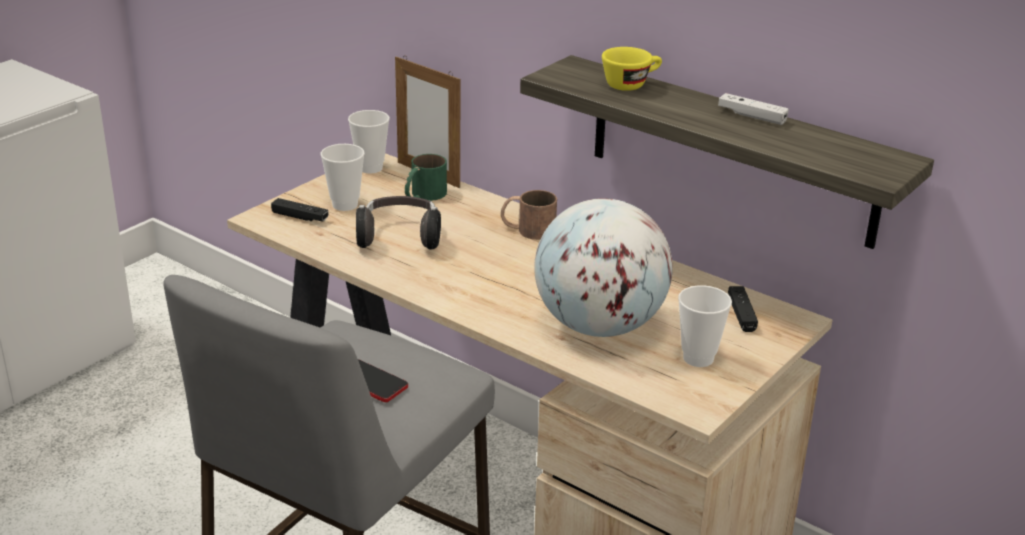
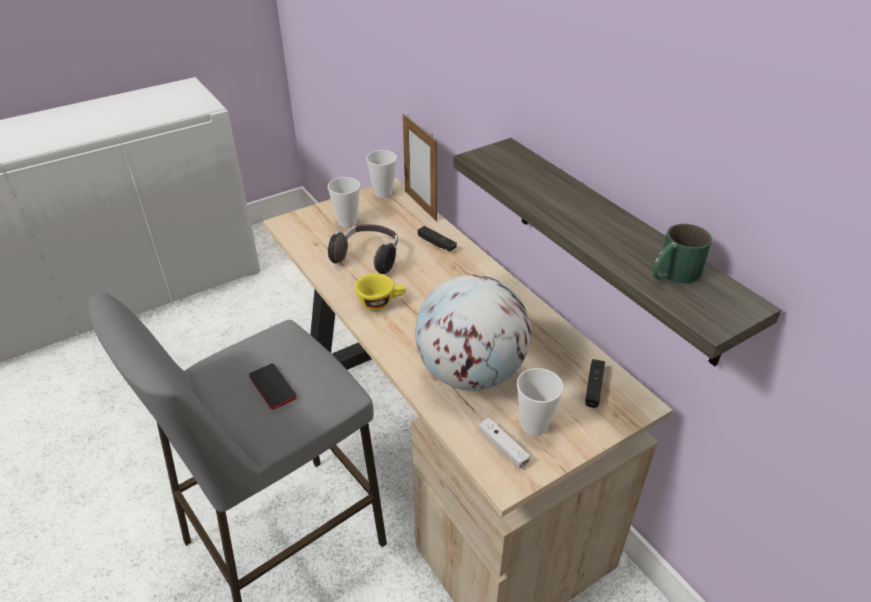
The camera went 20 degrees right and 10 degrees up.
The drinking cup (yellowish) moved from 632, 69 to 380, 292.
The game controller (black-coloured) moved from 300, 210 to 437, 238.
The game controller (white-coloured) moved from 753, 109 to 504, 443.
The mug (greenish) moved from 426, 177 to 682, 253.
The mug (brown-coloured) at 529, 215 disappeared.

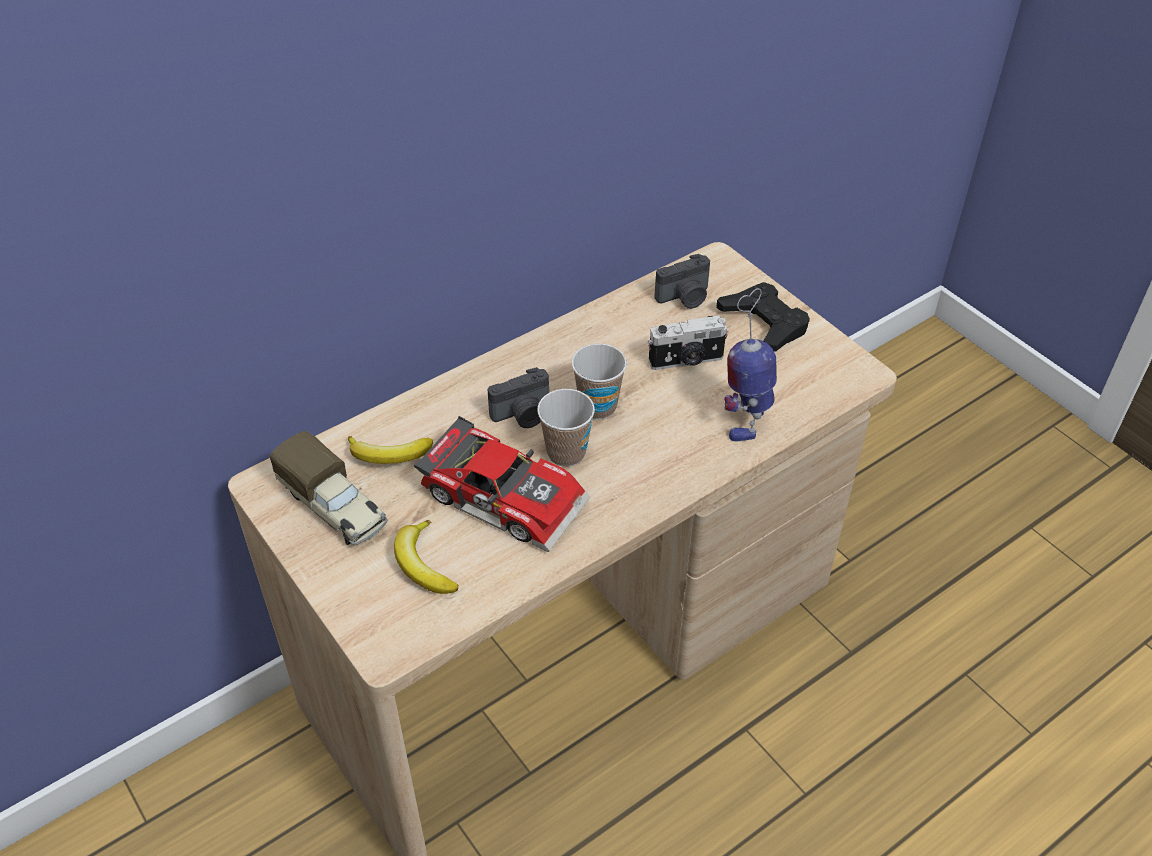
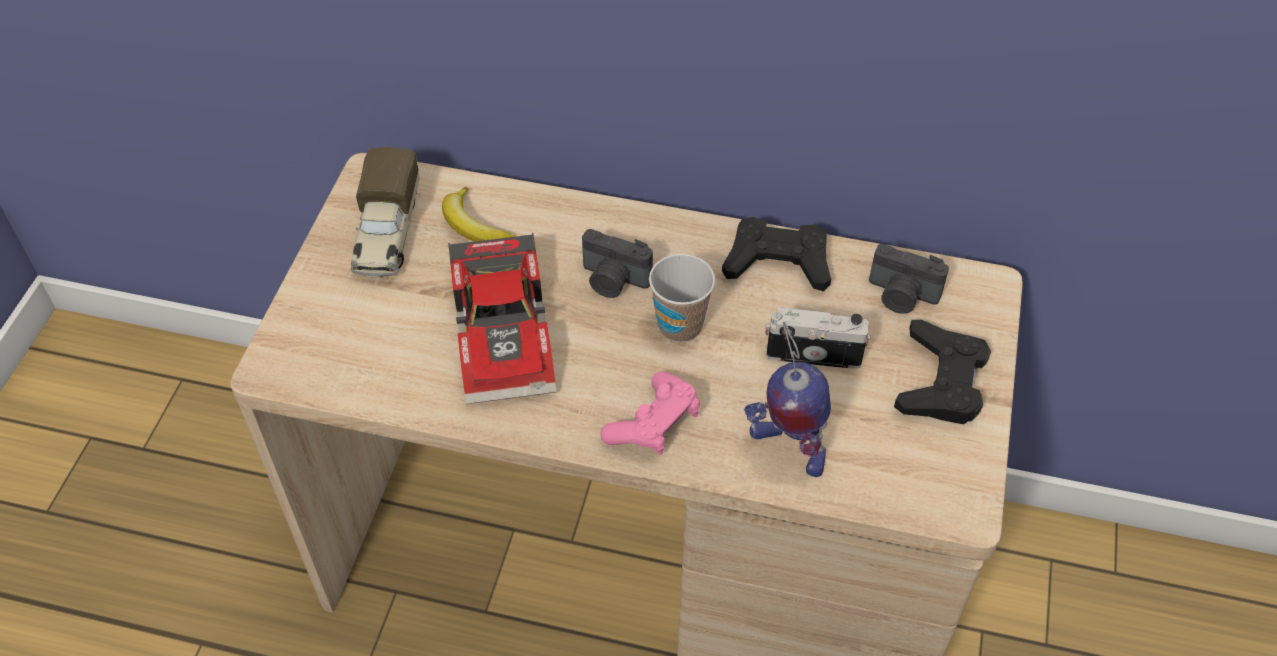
The camera went 50 degrees right and 5 degrees up.
The game controller (pink-coloured) at 650, 413 appeared.
The game controller (black-coloured) at 776, 254 appeared.
The model robot at 750, 365 turned 120 degrees counterclockwise.
The photo camera at 687, 343 turned 150 degrees clockwise.
The banana at 426, 557 disappeared.
The drinking cup at 566, 428 disappeared.

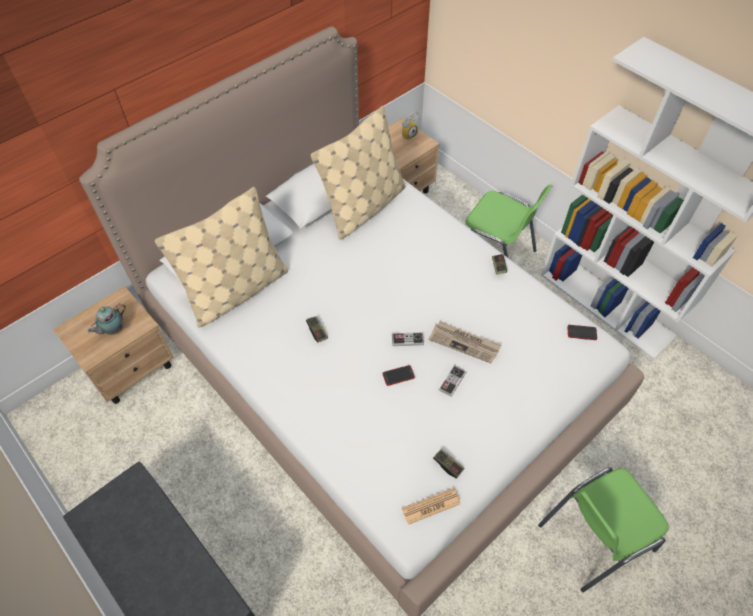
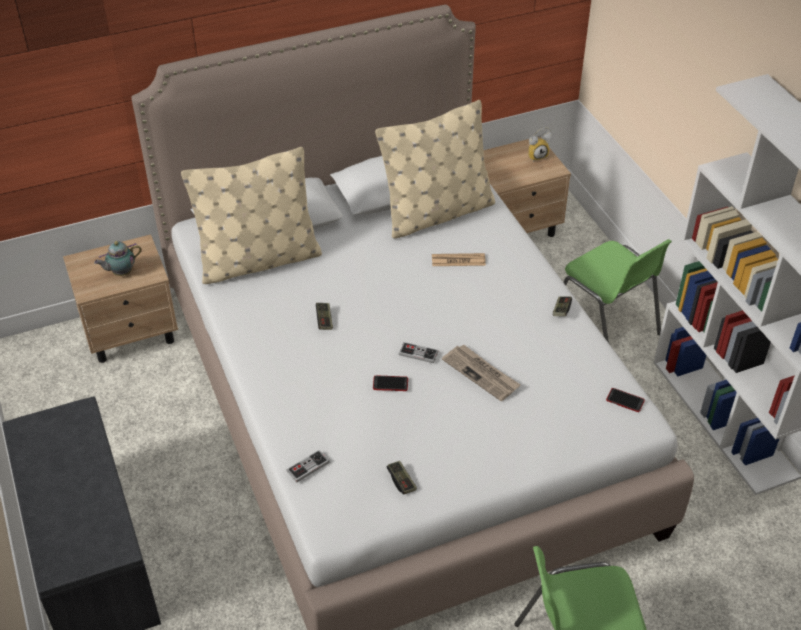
The camera went 20 degrees right and 10 degrees down.
The game controller moved from 452, 381 to 307, 466.
The daily paper moved from 431, 506 to 459, 259.

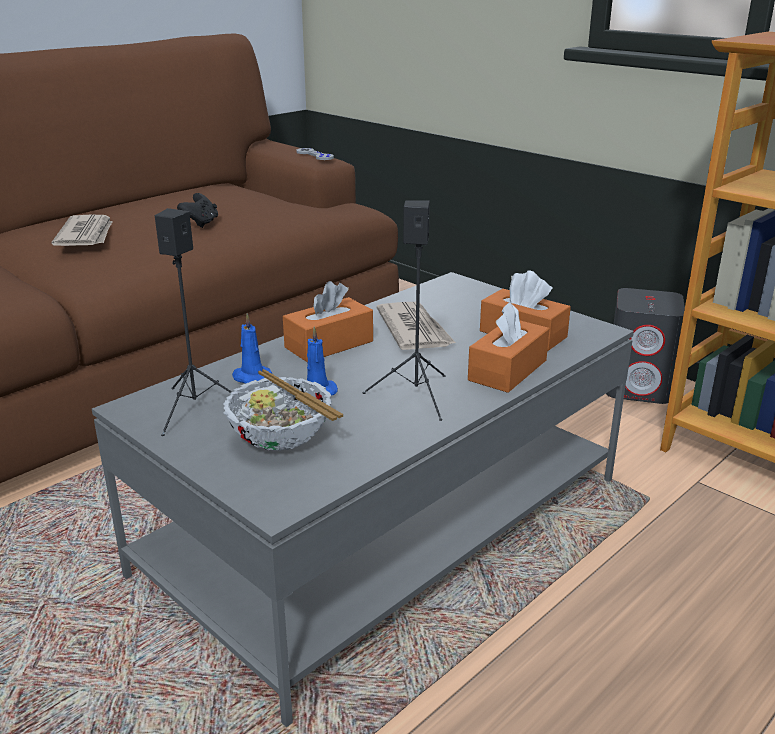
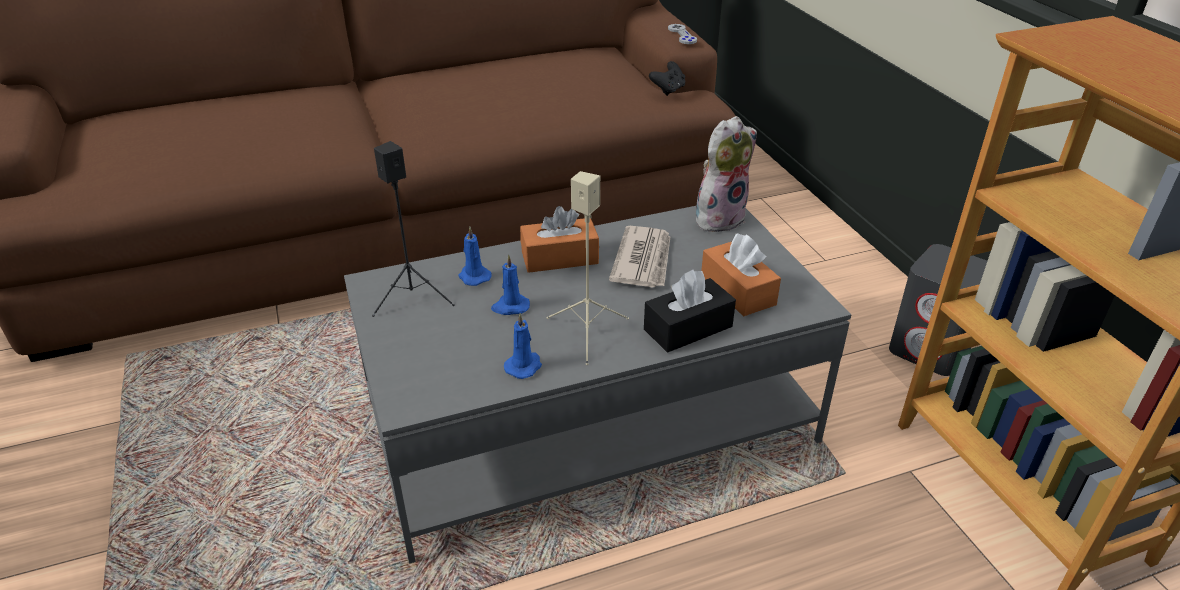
The camera went 25 degrees right and 10 degrees up.
The wax candle (blue) at 523, 346 appeared.
The speaker (black-coloured) at 404, 310 became the speaker (beige-coloured) at 588, 268.
The box of tissues (orange-coloured) at 508, 347 became the box of tissues (black-coloured) at 690, 311.
The game controller (black-coloured) moved from 197, 210 to 667, 78.
The soft toy at 726, 174 appeared.
The daily paper at 82, 230 disappeared.
The deep dish at 283, 410 disappeared.

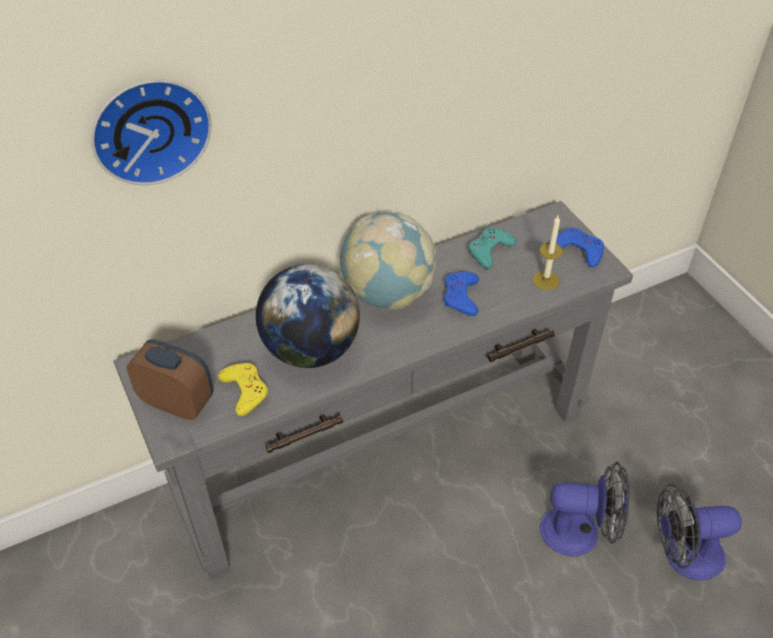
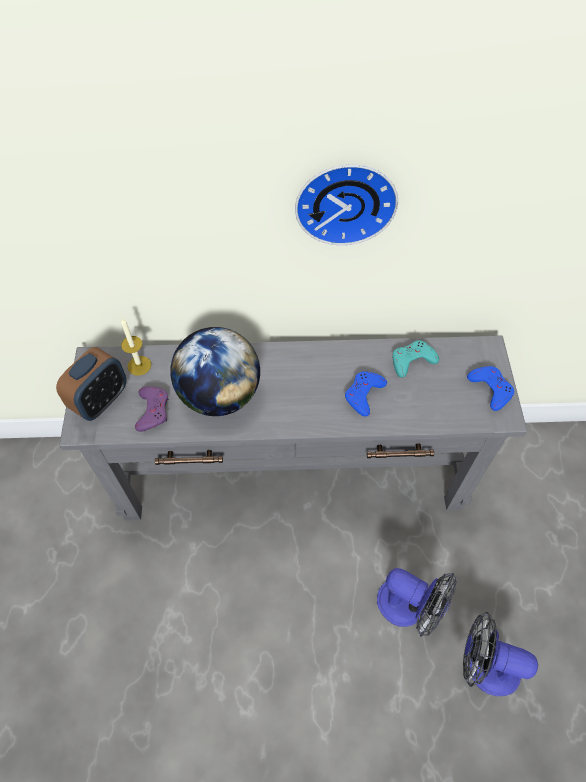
The camera went 25 degrees right and 10 degrees up.
The table clock at 170, 379 turned 75 degrees clockwise.
The wax candle moved from 547, 253 to 136, 347.
The game controller (yellowish) at 243, 389 became the game controller (purple-coloured) at 152, 409.
The wall clock moved from 151, 132 to 346, 205.
The globe at 388, 260 disappeared.

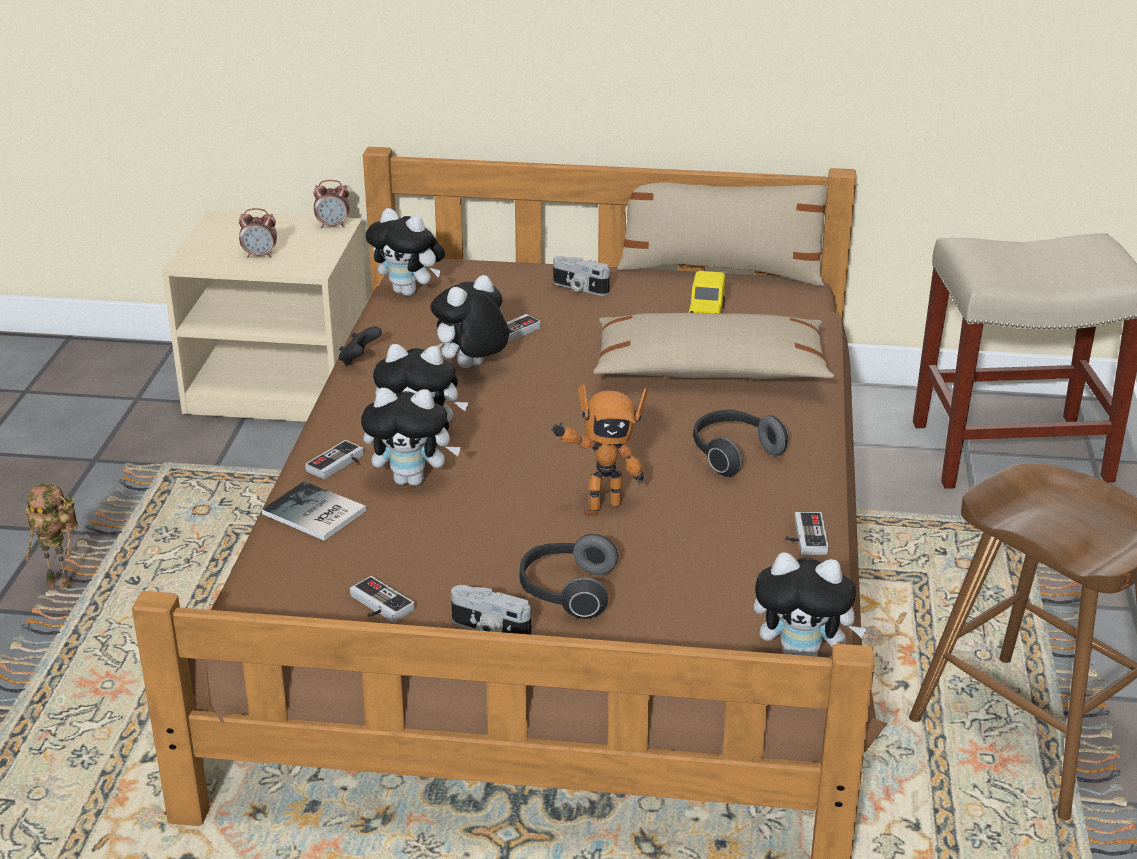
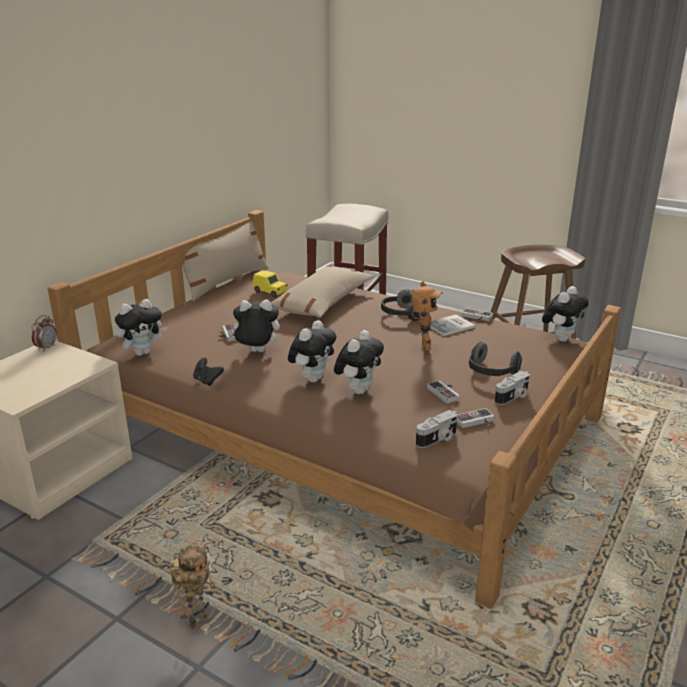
The camera went 65 degrees left and 5 degrees down.
The soft toy at 469, 321 turned 105 degrees clockwise.
The photo camera moved from 581, 276 to 437, 429.
The game controller moved from 334, 459 to 443, 392.
The volume moved from 314, 511 to 452, 325.
The table clock at 258, 233 disappeared.

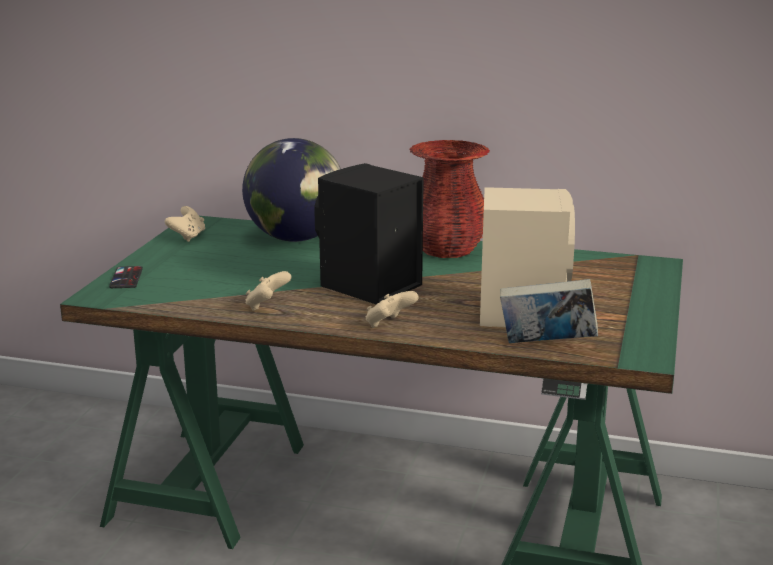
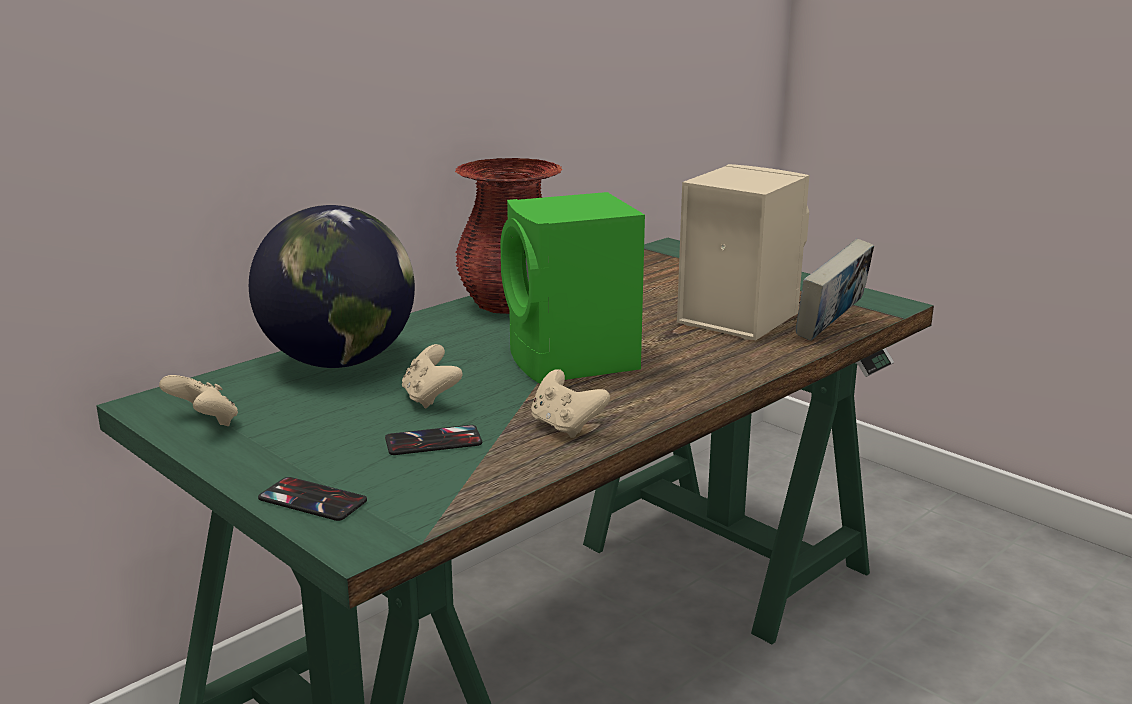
The camera went 60 degrees left and 0 degrees up.
The telephone at 433, 440 appeared.
The game controller (beige-coloured) moved from 392, 309 to 432, 376.
The speaker (black-coloured) at 369, 234 became the speaker (greenish) at 572, 288.

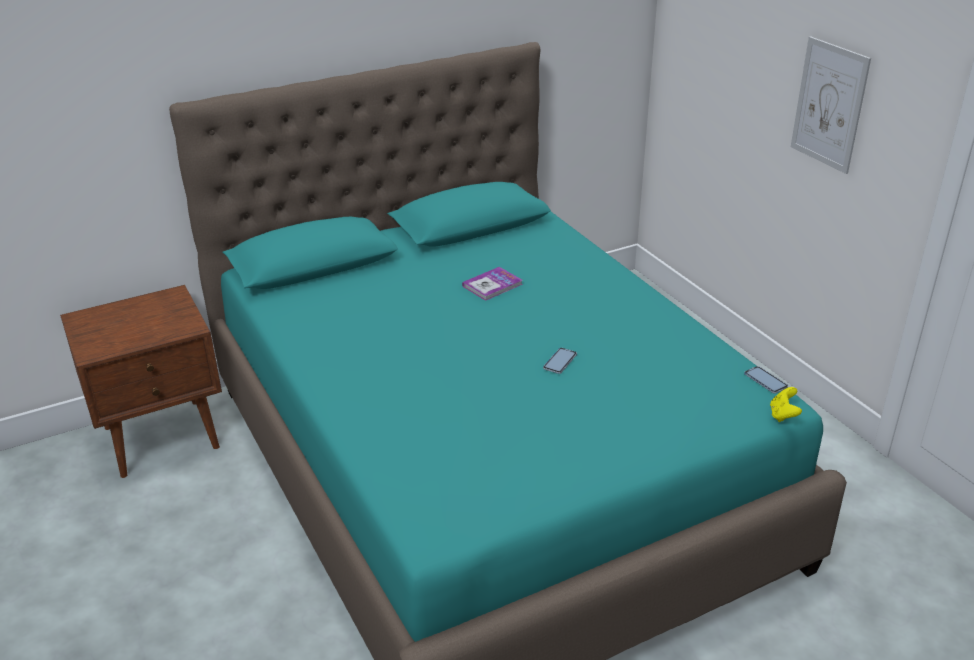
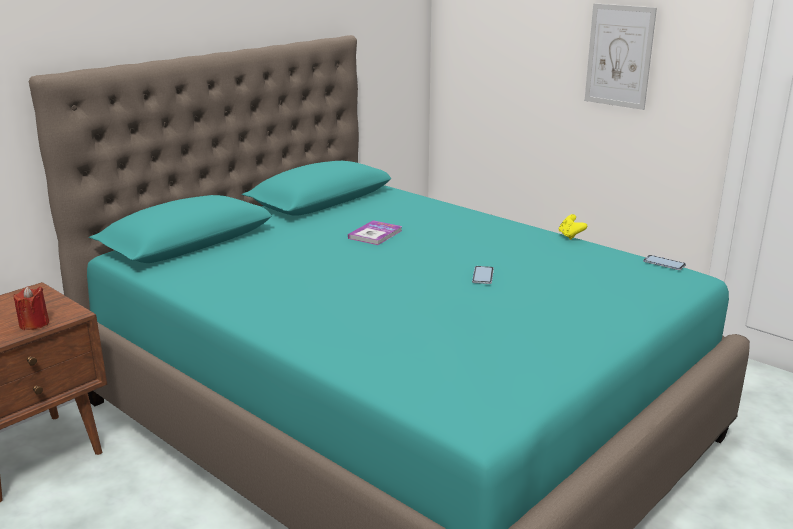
The camera went 20 degrees left and 10 degrees down.
The wax candle (red-coloured) at 31, 308 appeared.
The game controller (yellowish) moved from 786, 404 to 573, 227.

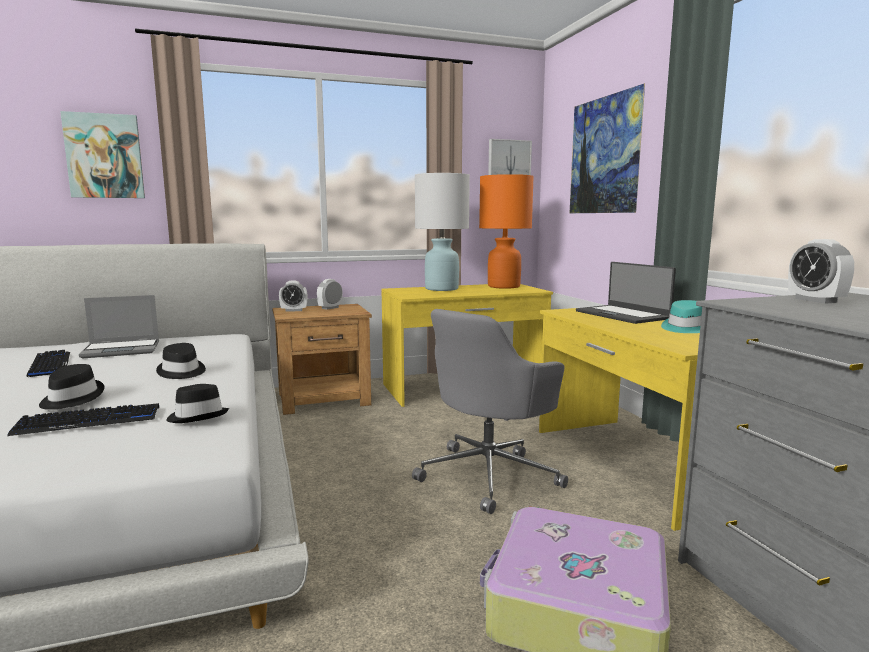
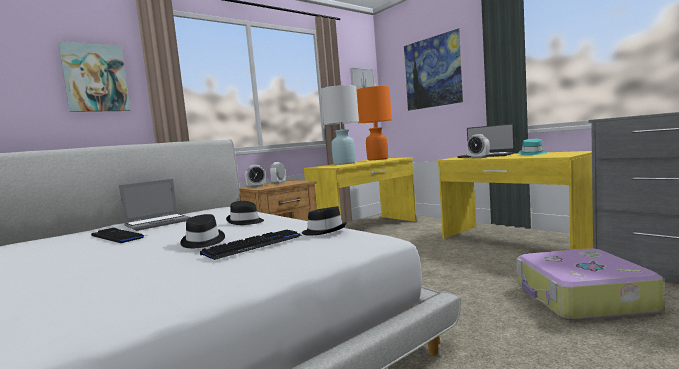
The camera went 20 degrees left and 5 degrees down.
The table clock moved from 821, 271 to 478, 146.
The computer chair (gray) at 490, 411 disappeared.

